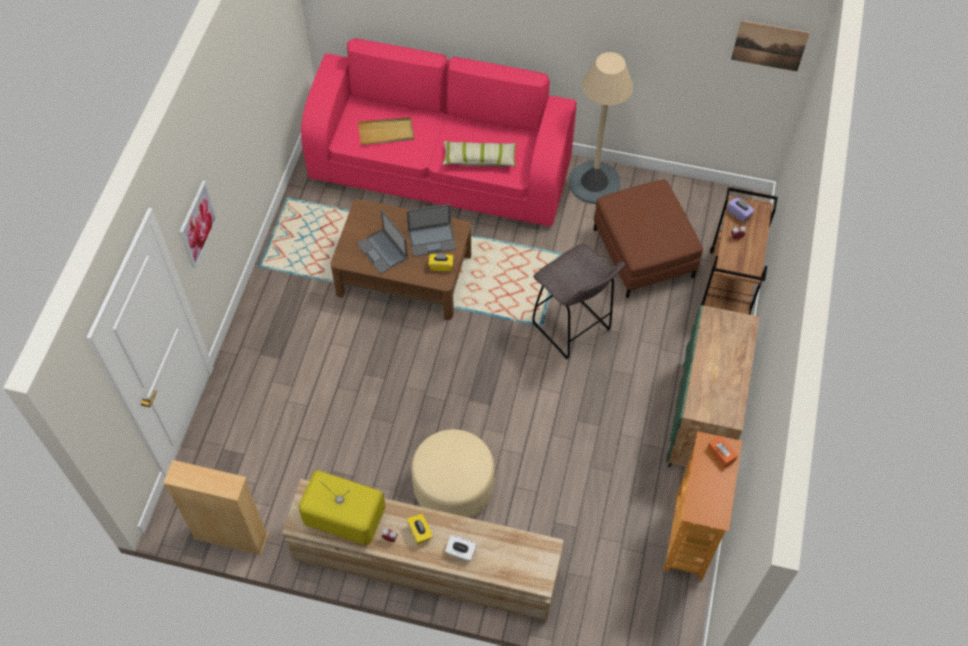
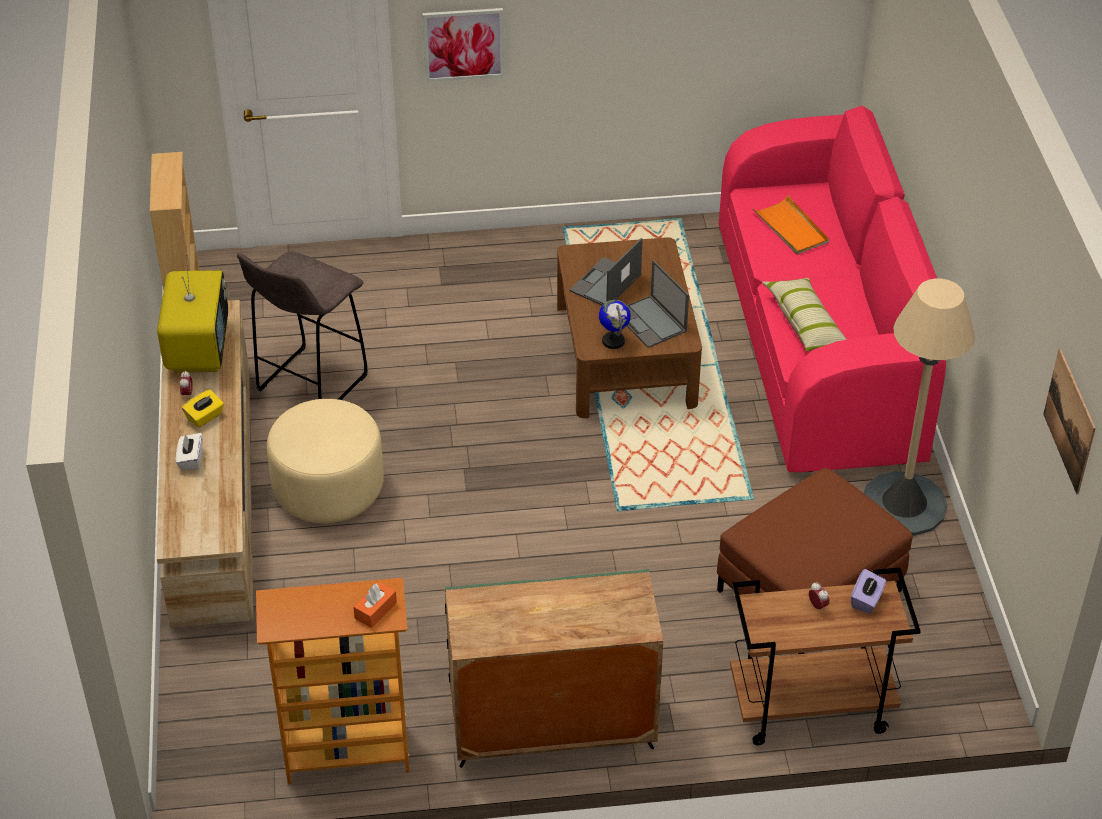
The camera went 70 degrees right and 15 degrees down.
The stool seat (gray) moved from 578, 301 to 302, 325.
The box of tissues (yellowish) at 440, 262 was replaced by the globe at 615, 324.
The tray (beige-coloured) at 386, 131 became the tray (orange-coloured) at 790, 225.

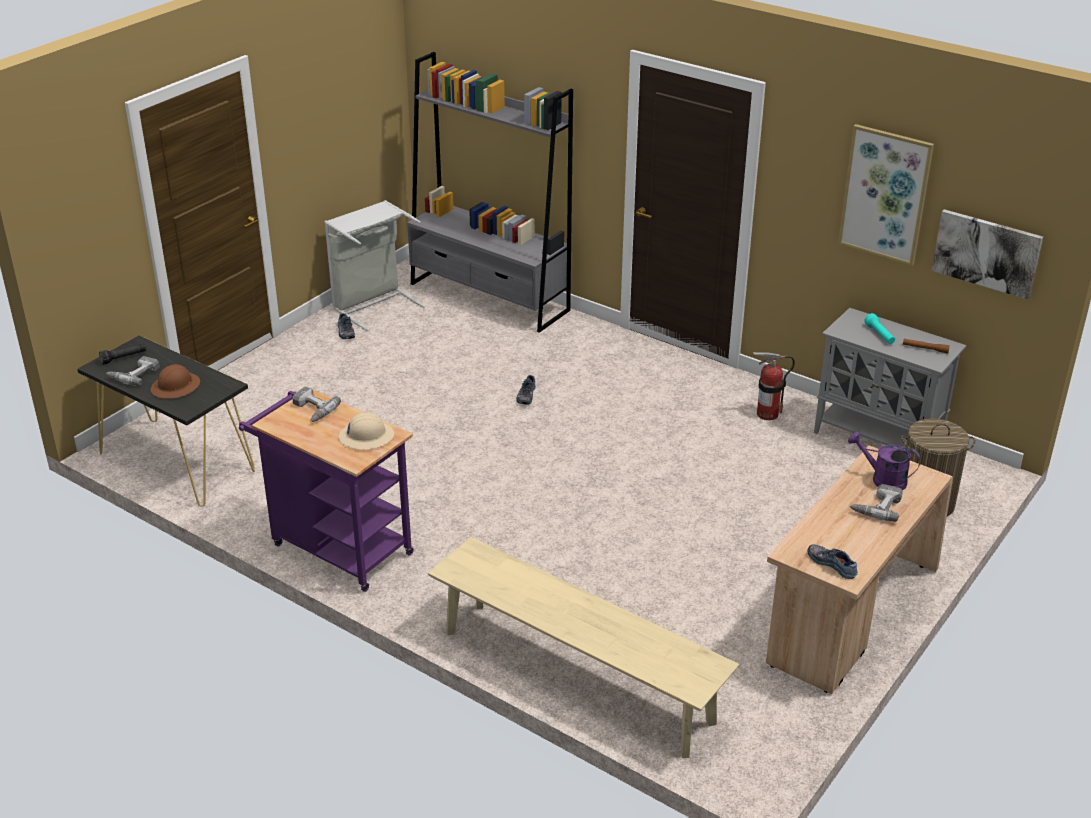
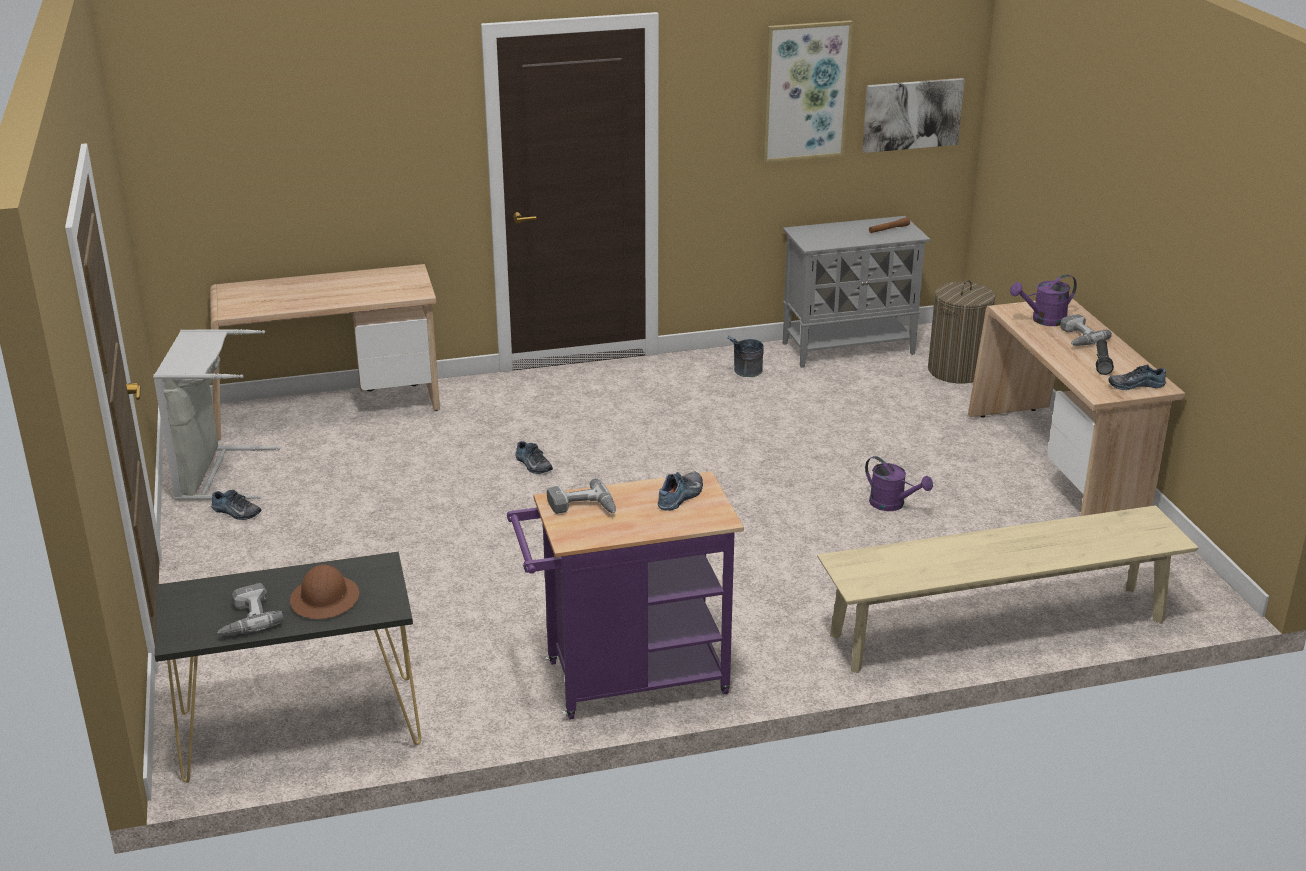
The camera went 50 degrees left and 5 degrees down.
The shelving unit (gray) at 490, 192 was replaced by the desk (beige-coloured) at 325, 352.
The work helmet (beige-coloured) at 366, 430 was replaced by the item of footwear at 680, 491.
The fire extinguisher at 774, 386 was replaced by the water bucket (gray) at 745, 356.
The watering pot (purple-coloured) at 899, 483 appeared.
The torch (black-coloured) moved from 122, 354 to 1105, 357.
The torch (blue-green) at 879, 328 disappeared.

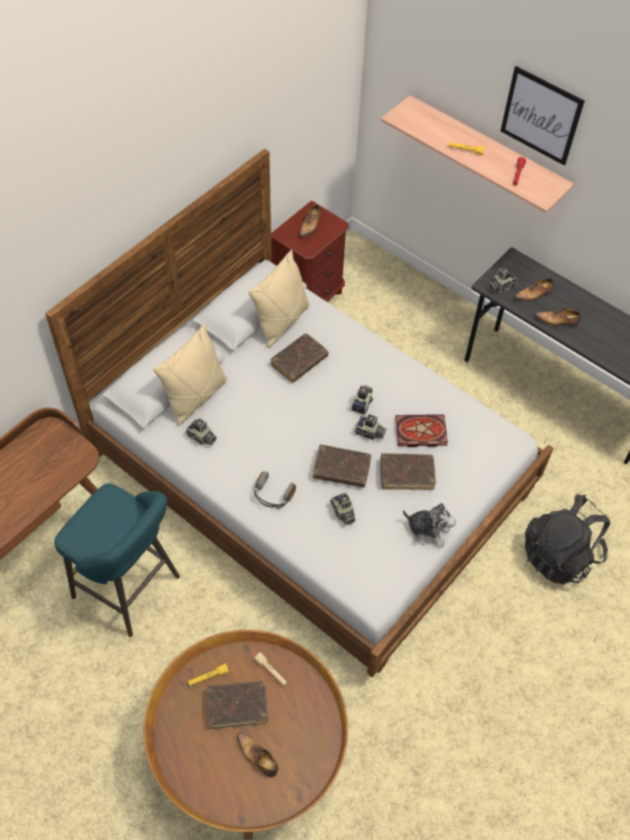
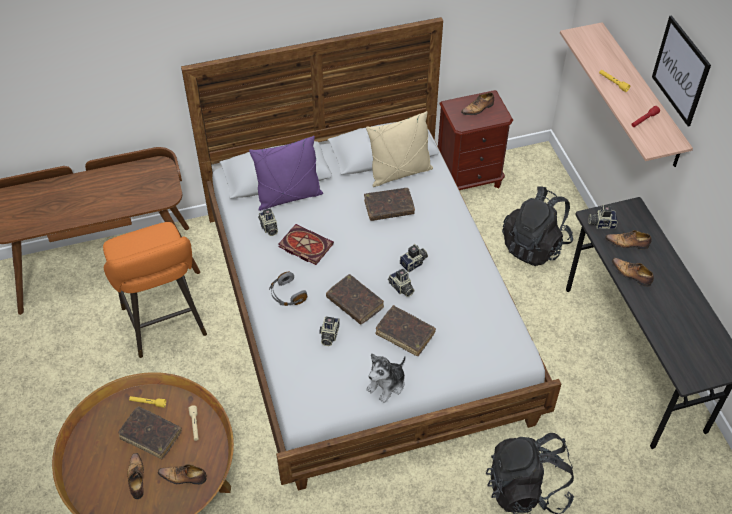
The camera went 35 degrees right and 5 degrees down.
The stool seat (blue-green) at 117, 560 became the stool seat (orange-coloured) at 155, 290.
The item of footwear at 182, 474 appeared.
The throw pillow (beige-coloured) at 190, 375 became the throw pillow (purple-coloured) at 286, 173.
The volume moved from 421, 430 to 306, 244.
The soft toy at 429, 525 turned 75 degrees clockwise.
The rucksack (black-coloured) at 537, 226 appeared.

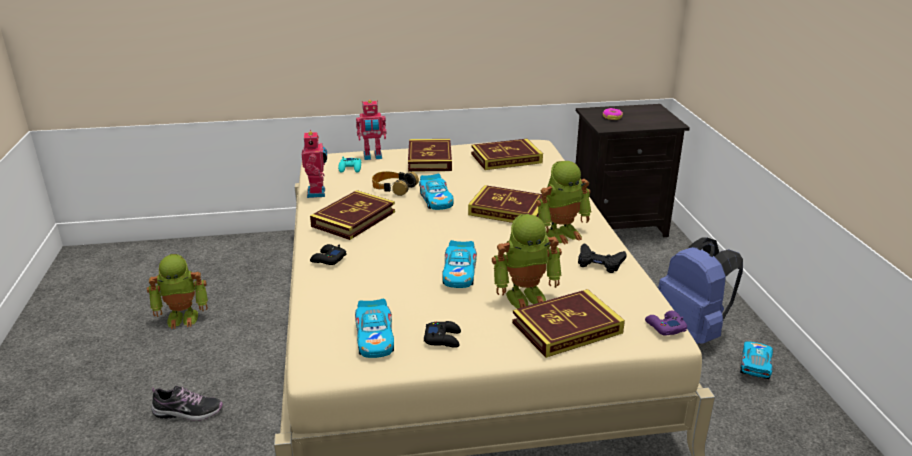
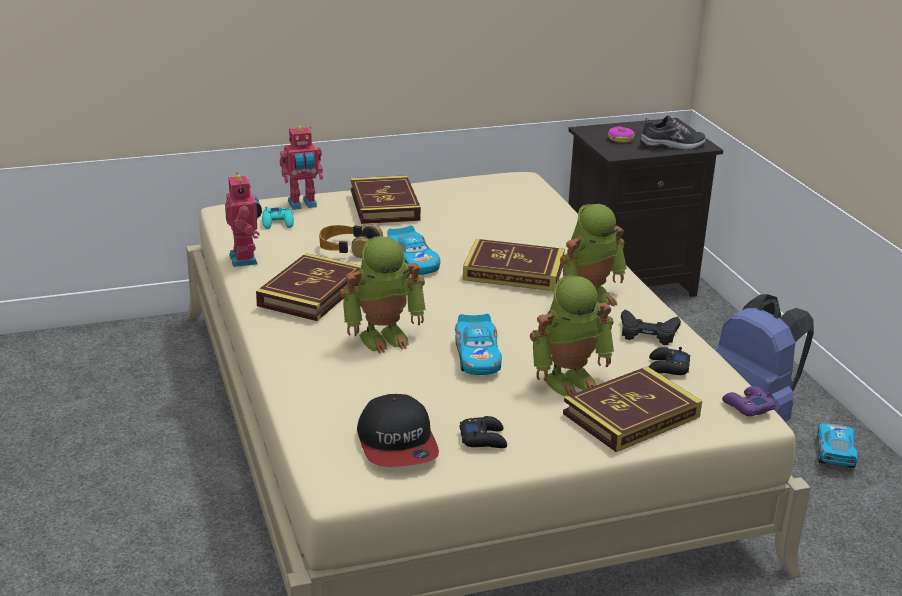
The camera went 10 degrees left and 0 degrees up.
The model robot moved from 177, 291 to 383, 295.
The toy car at 374, 328 was replaced by the cap at 398, 430.
The item of footwear moved from 187, 403 to 673, 132.
The game controller (black-coloured) moved from 328, 254 to 669, 361.
The volume at 507, 154 disappeared.

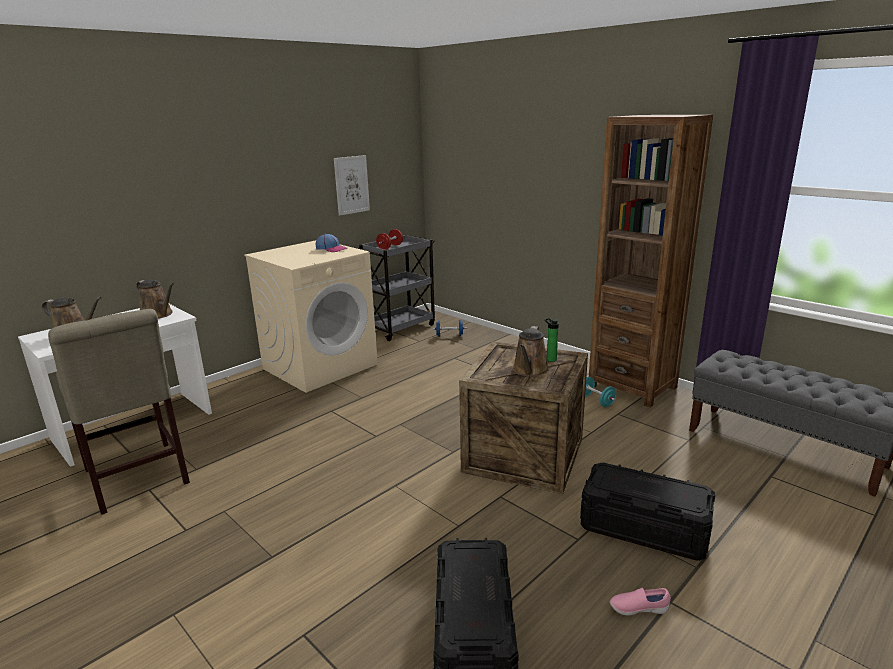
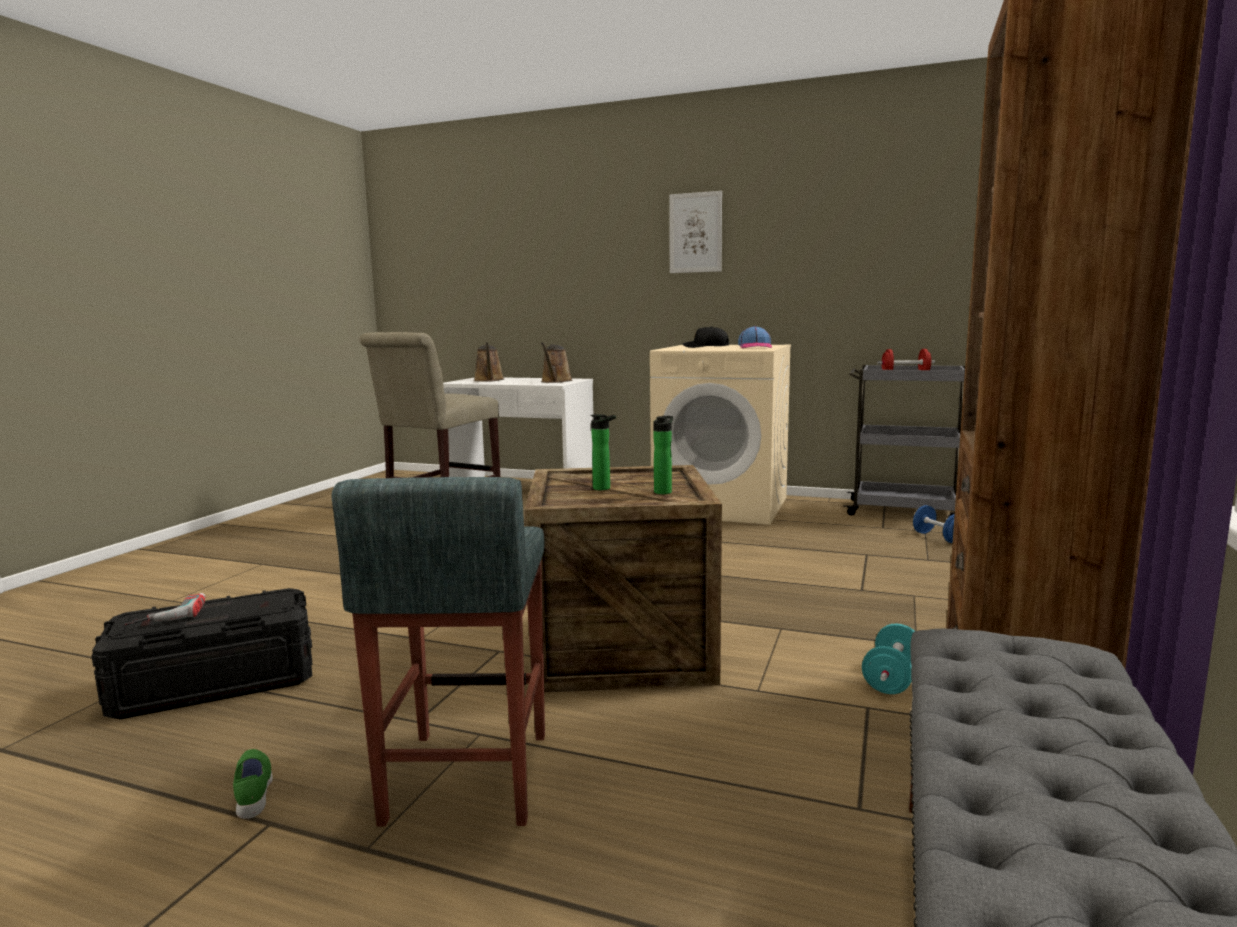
The camera went 65 degrees right and 10 degrees down.
The drill at 164, 609 appeared.
The item of footwear (pink-coloured) at 640, 601 became the item of footwear (greenish) at 253, 784.
The storage box (black-coloured) at 647, 512 was replaced by the stool seat (gray) at 438, 651.
The watering pot (brown-coloured) at 530, 351 was replaced by the bottle at 603, 452.
The wall picture moved from 352, 185 to 695, 232.
The cap (black-coloured) at 705, 337 appeared.

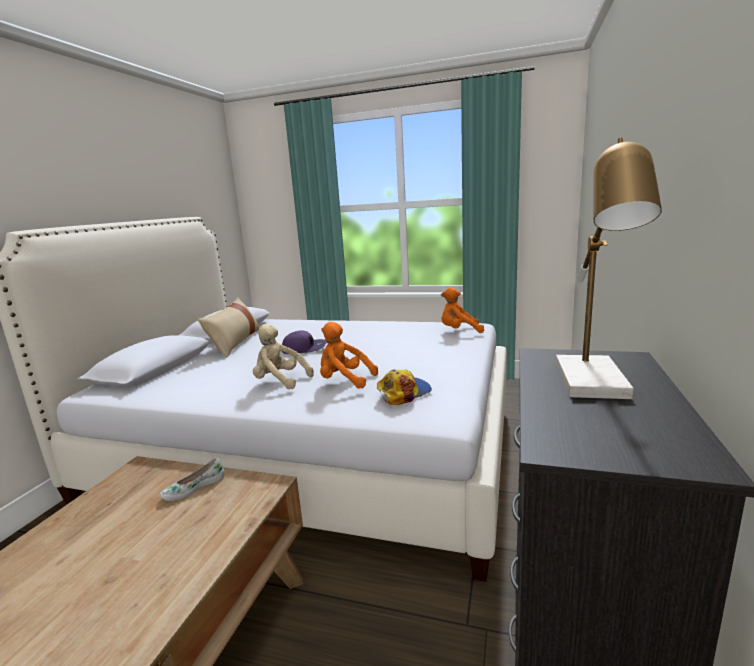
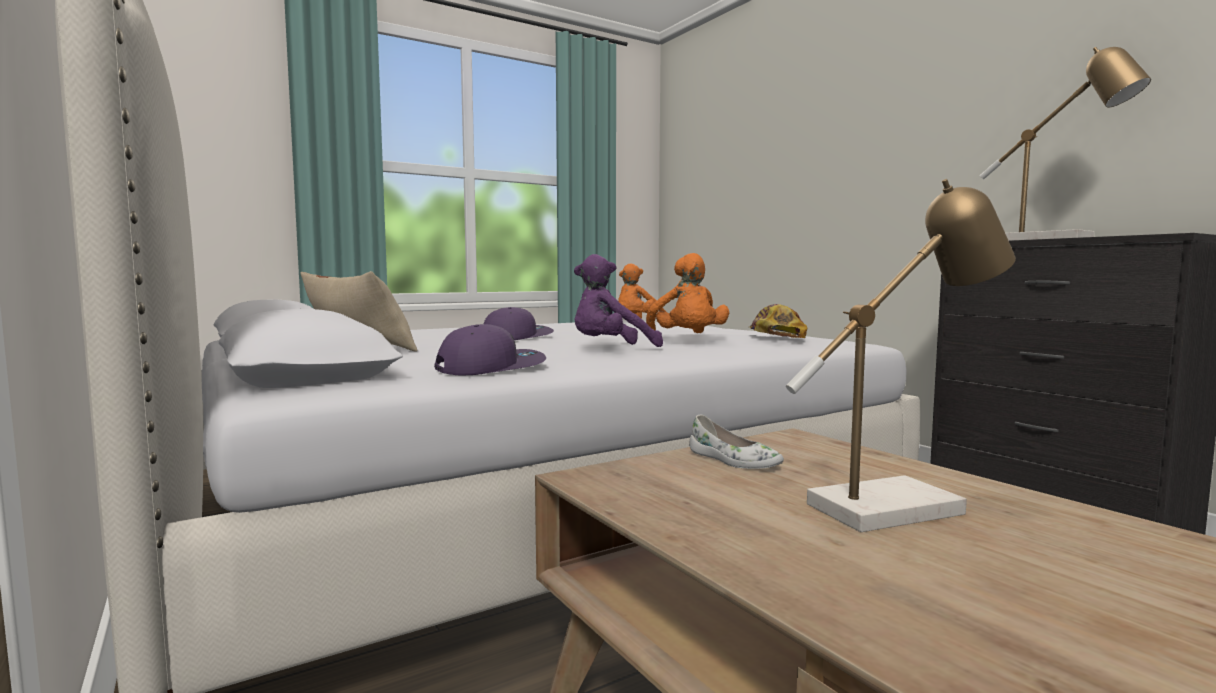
The camera went 50 degrees left and 10 degrees down.
The cap (purple-coloured) at 490, 349 appeared.
The soft toy (beige-coloured) at 283, 356 became the soft toy (purple-coloured) at 618, 300.
The soft toy (orange-coloured) at 349, 355 turned 75 degrees counterclockwise.
The item of footwear (white-coloured) at 192, 479 turned 45 degrees counterclockwise.
The table lamp at 901, 355 appeared.

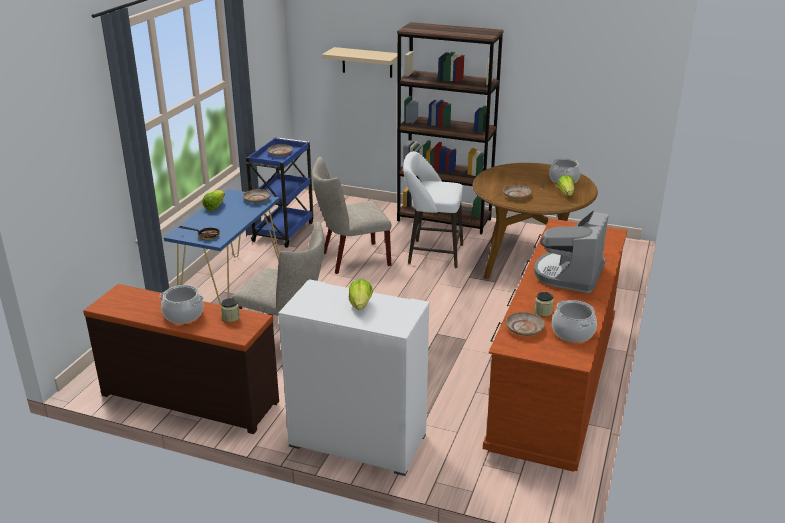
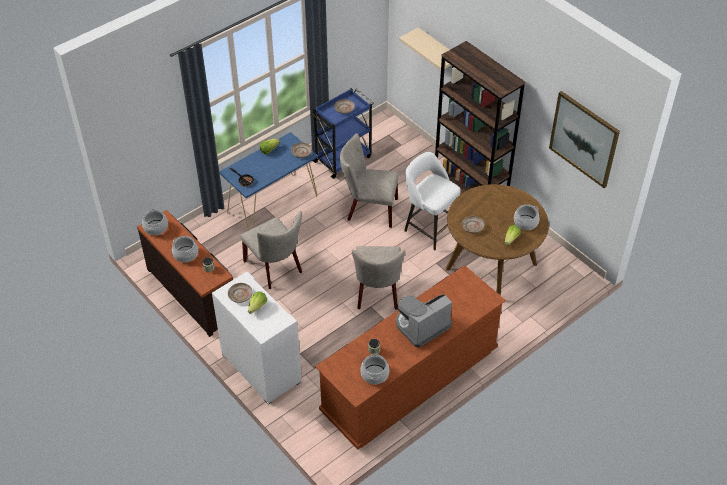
The camera went 30 degrees right and 20 degrees up.
The cooking pot at 155, 222 appeared.
The dinner plate (beige-coloured) moved from 525, 324 to 240, 293.
The plain chair (beige-coloured) at 378, 278 appeared.
The wall picture at 584, 139 appeared.

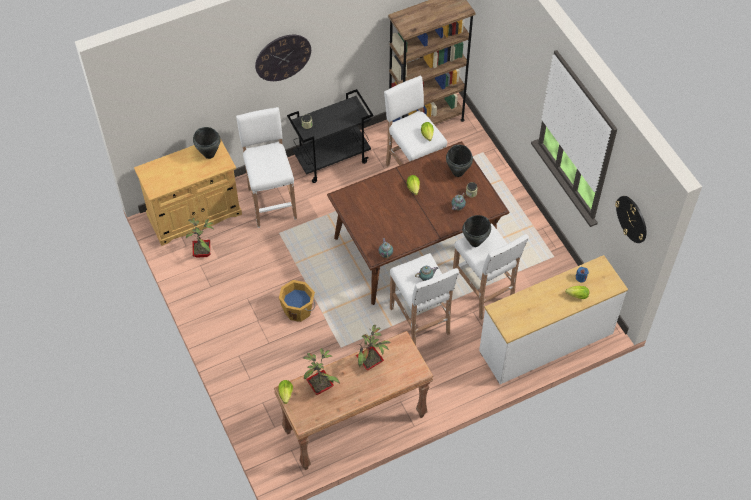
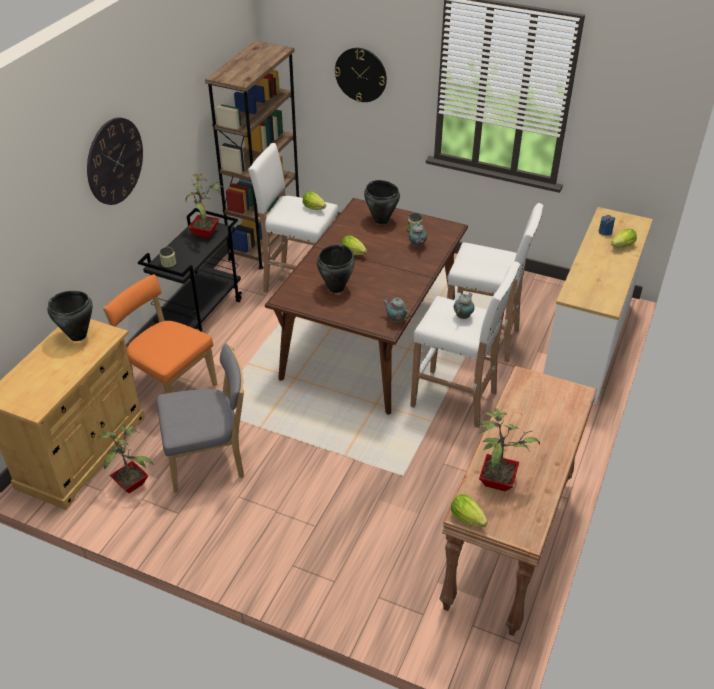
The camera went 40 degrees left and 15 degrees down.
The stool seat (white-coloured) at 266, 167 was replaced by the plain chair (orange-coloured) at 160, 333.
The plain chair (gray) at 200, 418 appeared.
The houseplant moved from 372, 347 to 203, 206.
The cooking pot (black-coloured) moved from 476, 231 to 336, 268.
The wall clock moved from 631, 219 to 360, 75.
The water bucket (orange-coloured) at 297, 301 disappeared.

